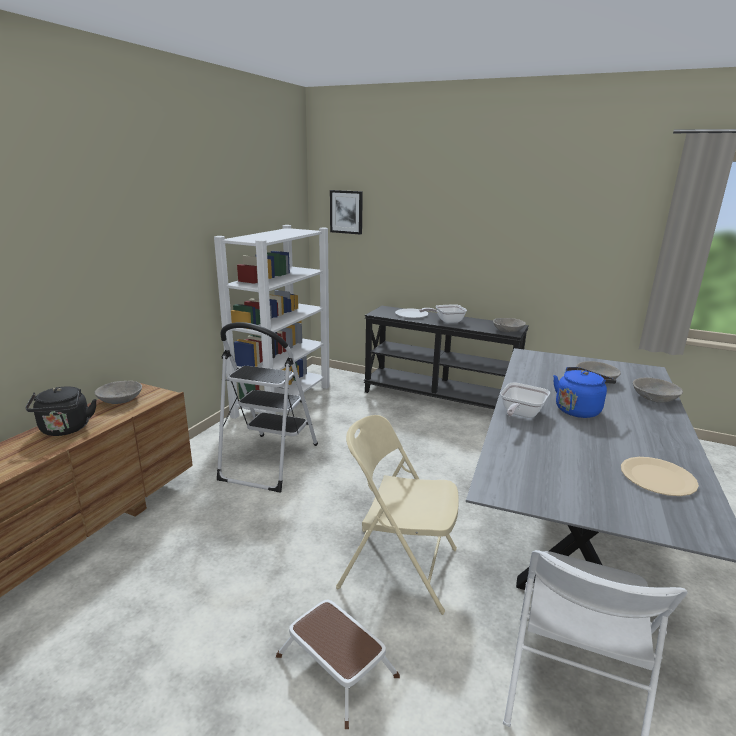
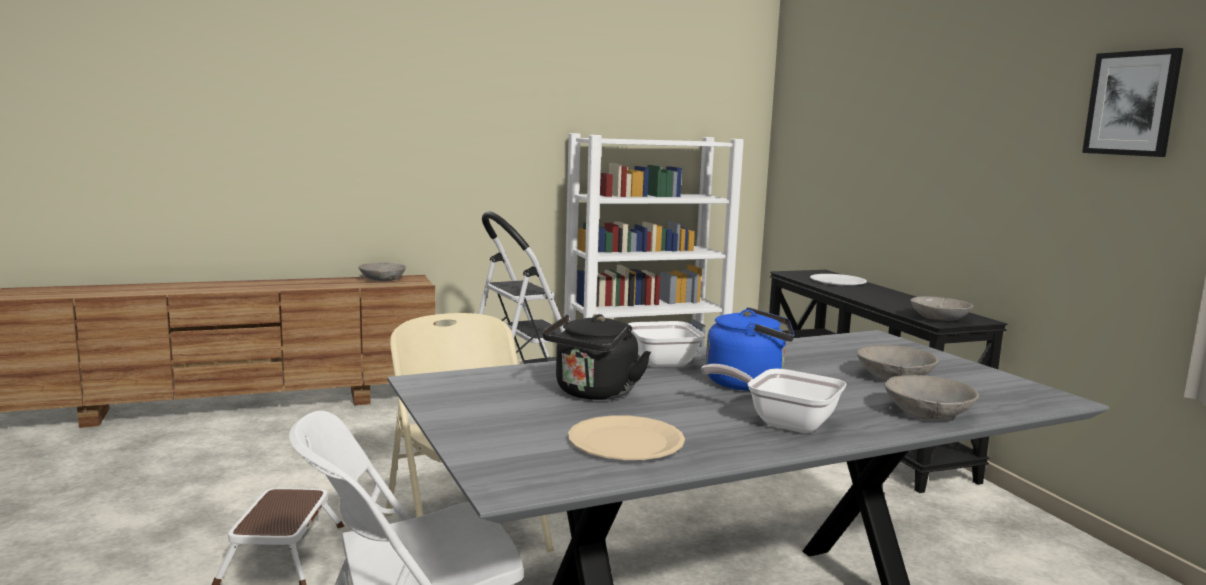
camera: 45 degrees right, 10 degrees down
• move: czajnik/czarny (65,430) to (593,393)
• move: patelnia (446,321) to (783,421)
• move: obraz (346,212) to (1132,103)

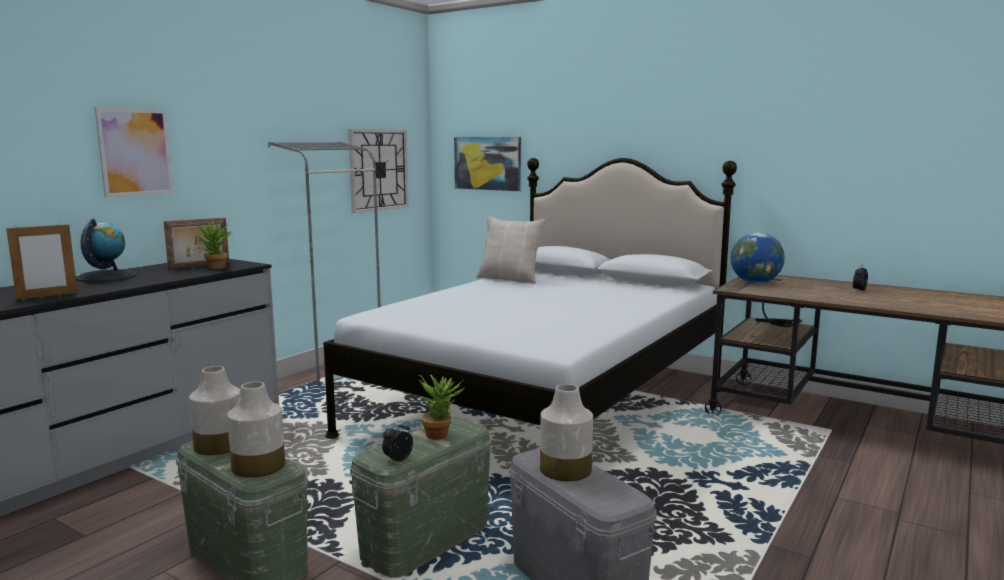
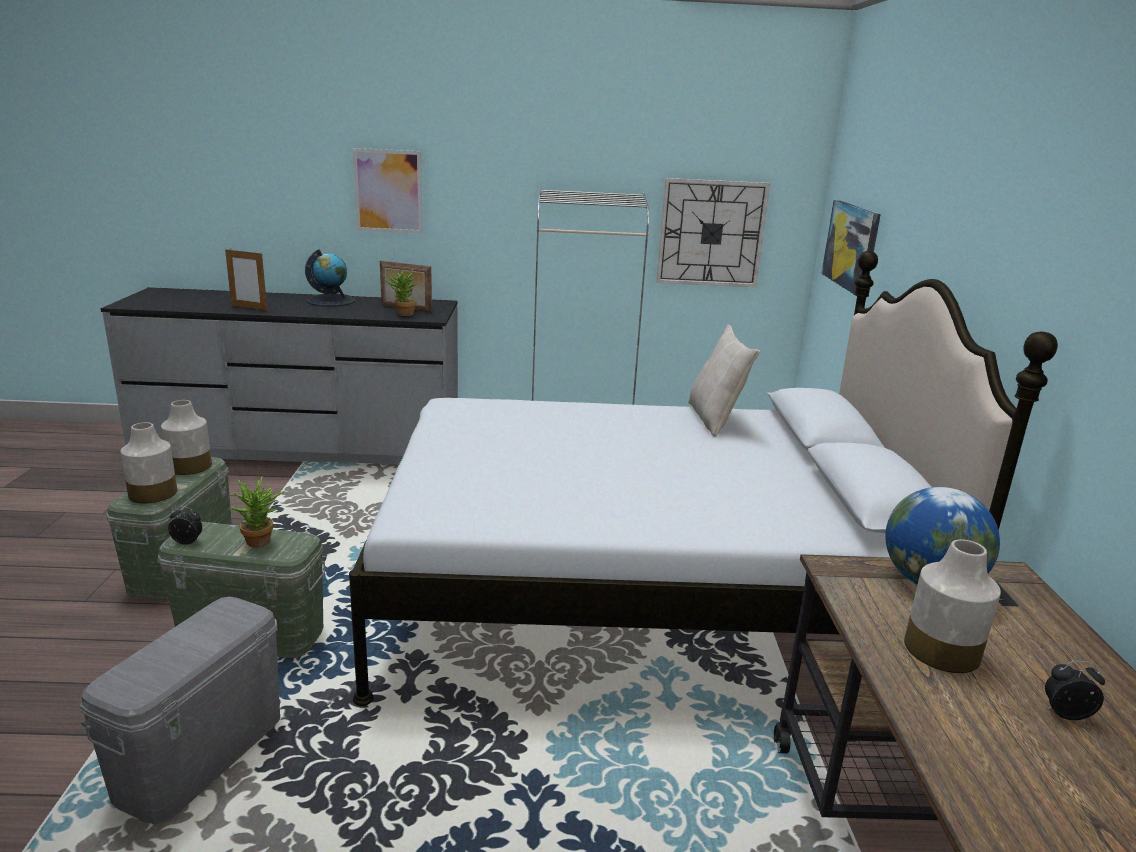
camera: 55 degrees right, 10 degrees up
• move: wazon/beżowy (566,469) to (942,650)

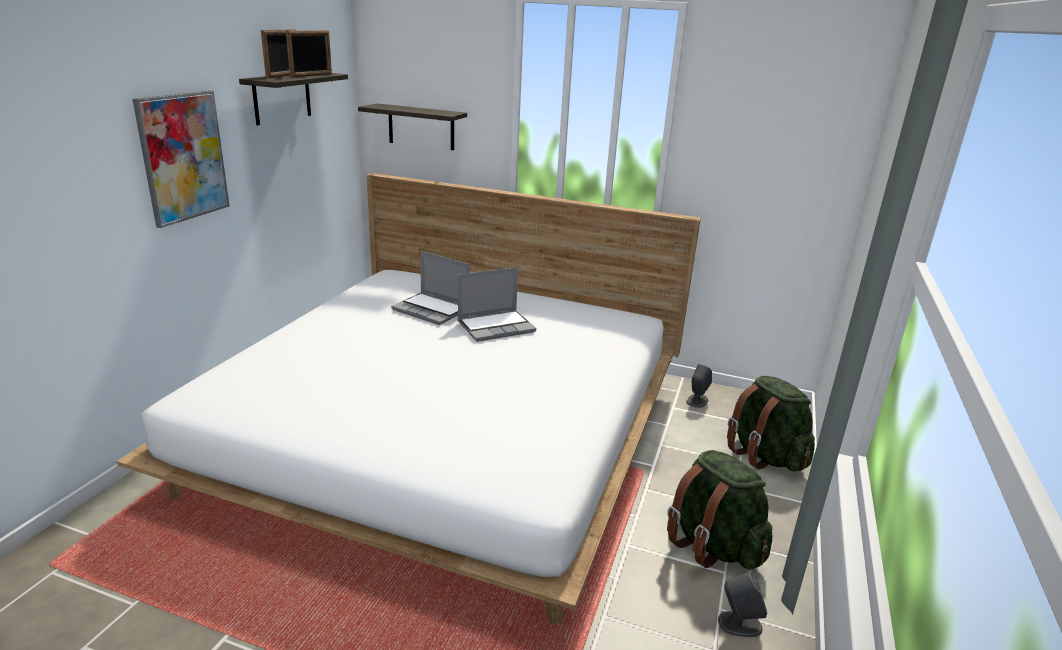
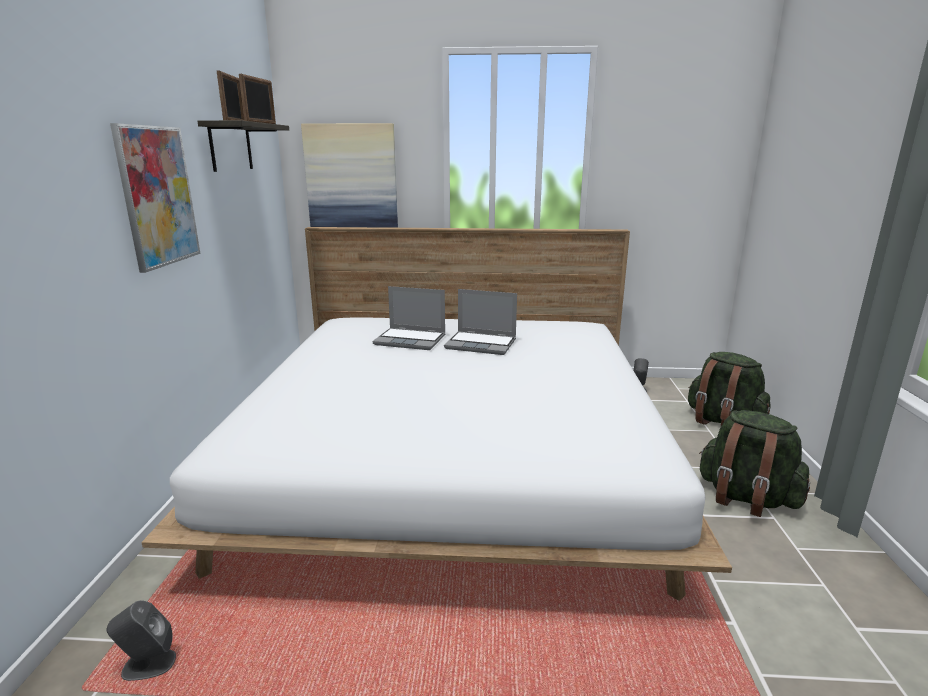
camera: 15 degrees left, 5 degrees down
• move: głośnik/szary (739,624) to (148,666)
• replace: półka (421,127) to obraz (351,180)
• rotate: laptop (496,326) = (482,344) 60 degrees clockwise

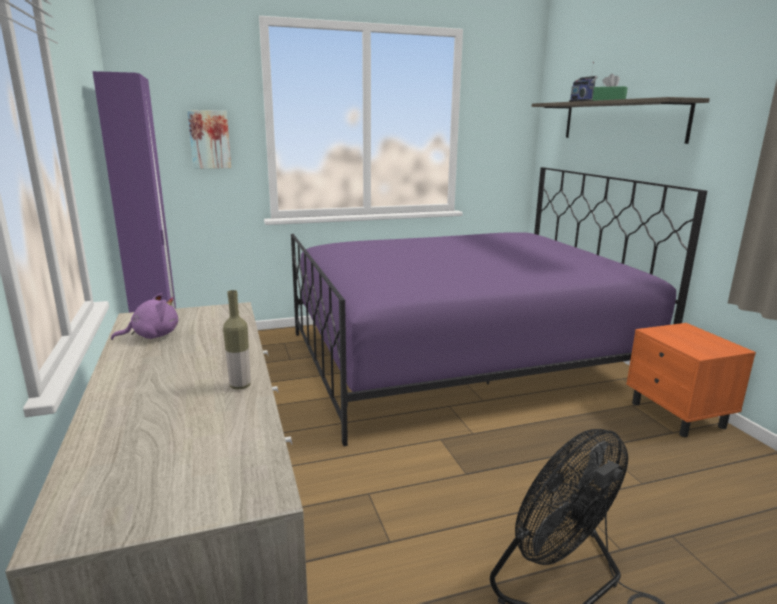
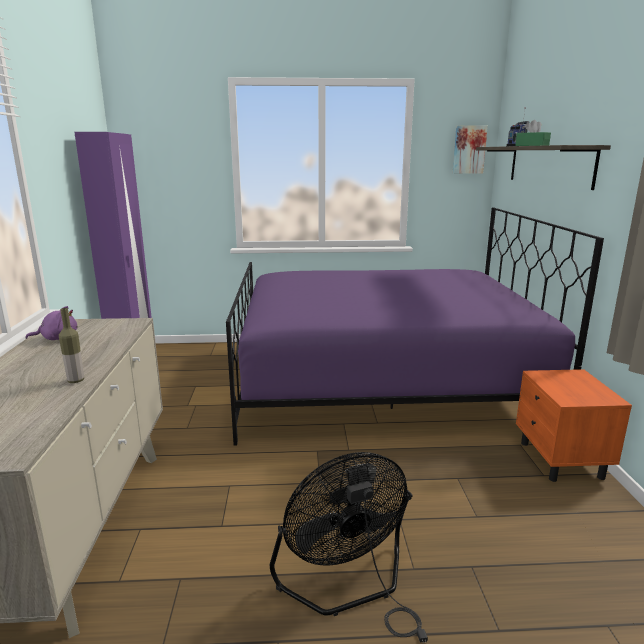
camera: 15 degrees right, 0 degrees up
• move: obraz (209,139) to (469,149)

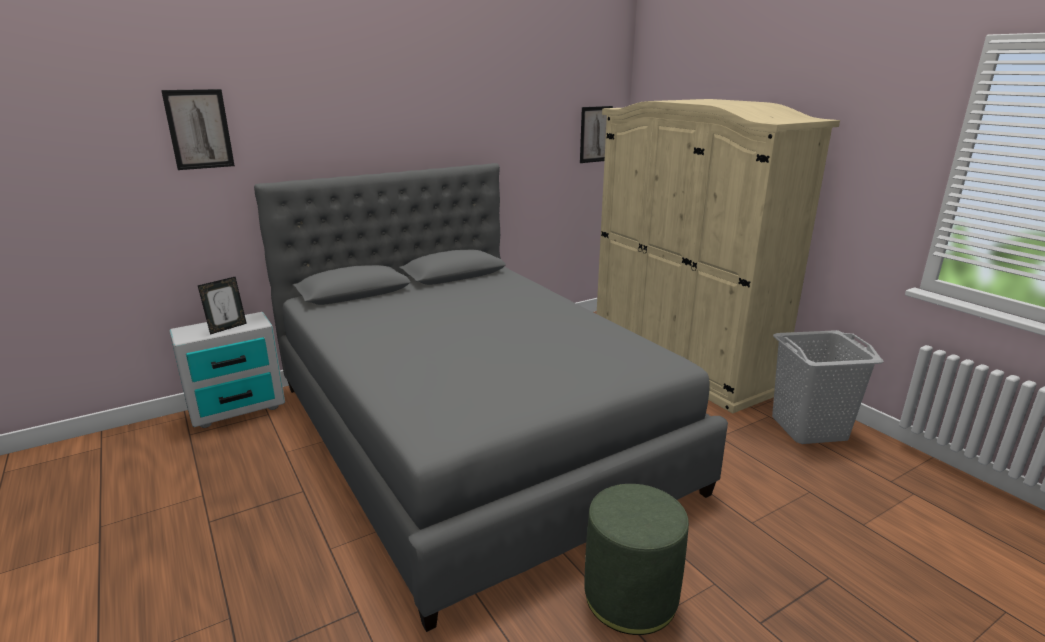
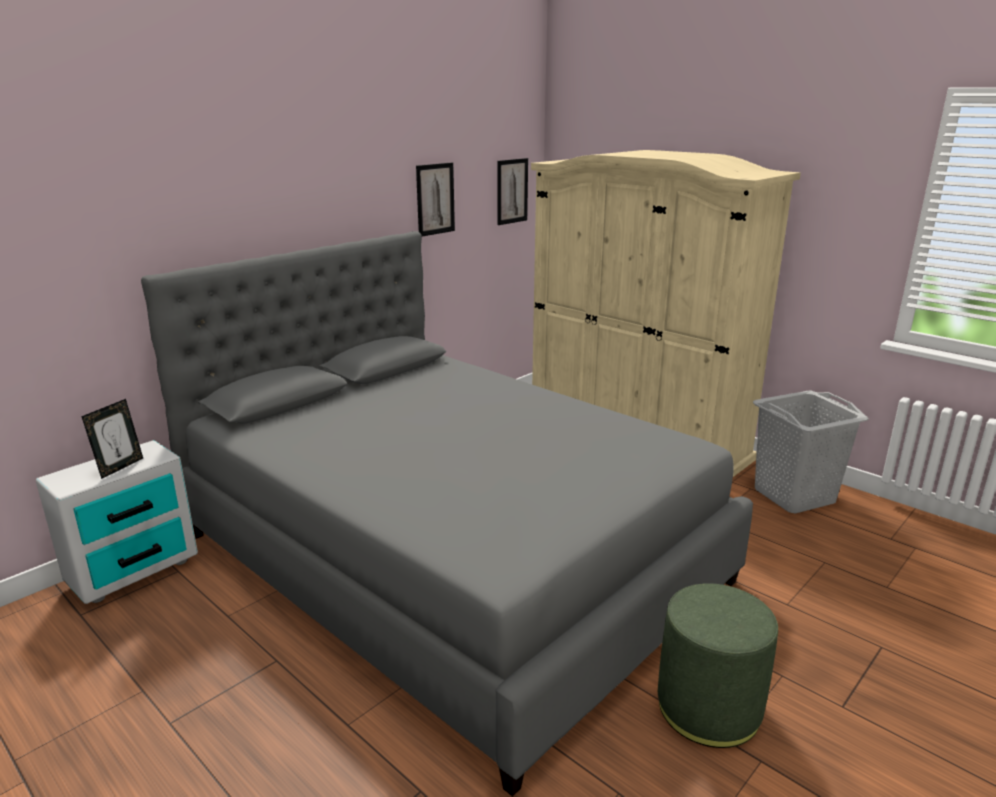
camera: 15 degrees left, 0 degrees up
• move: obraz (199,129) to (435,199)

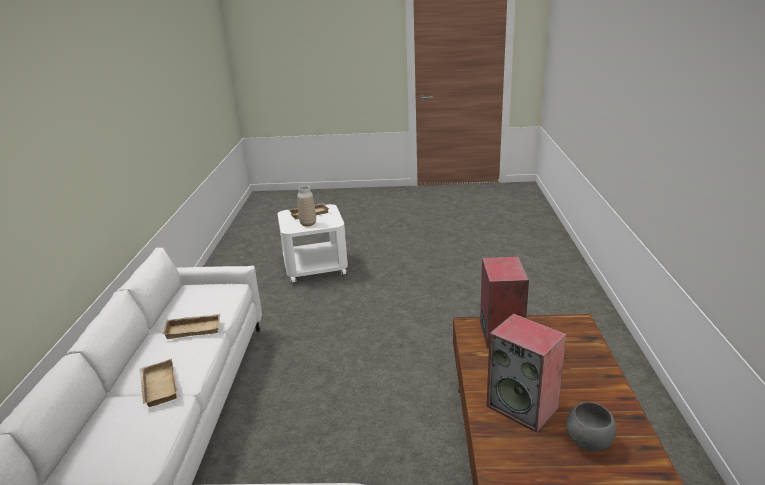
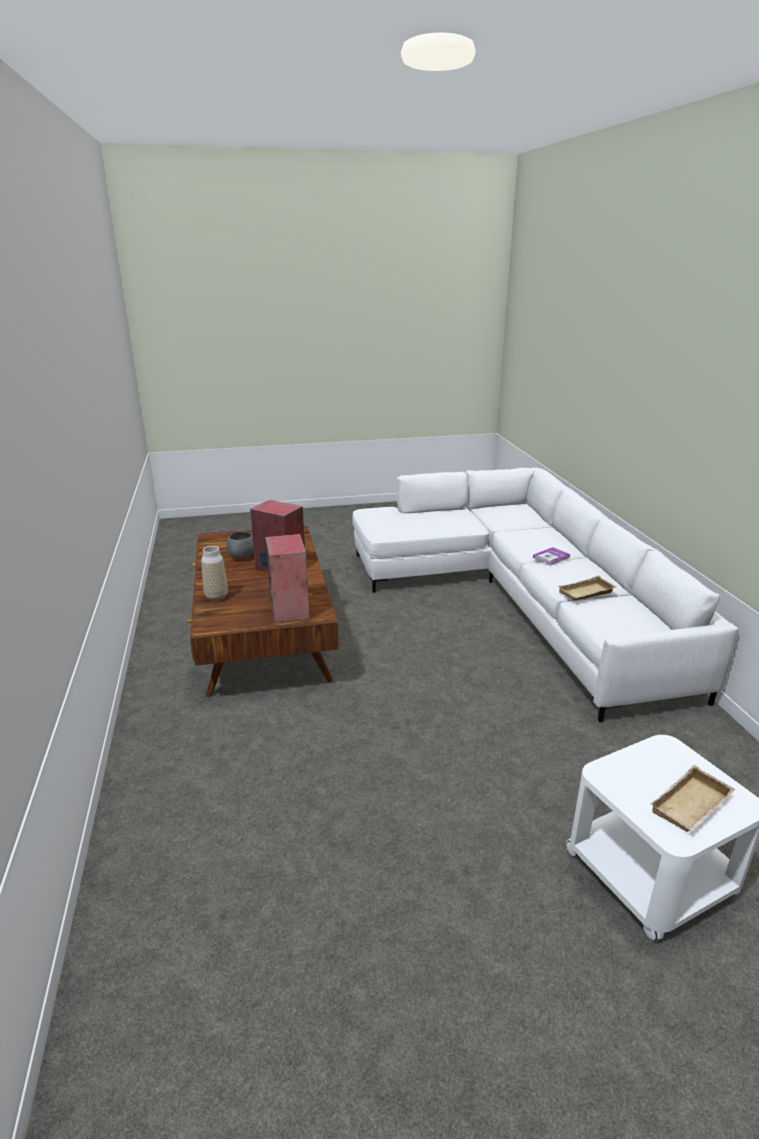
camera: 165 degrees right, 0 degrees up
• move: wazon (308,224) to (216,597)
• replace: taca/beżowy (158,386) to książka (551,557)

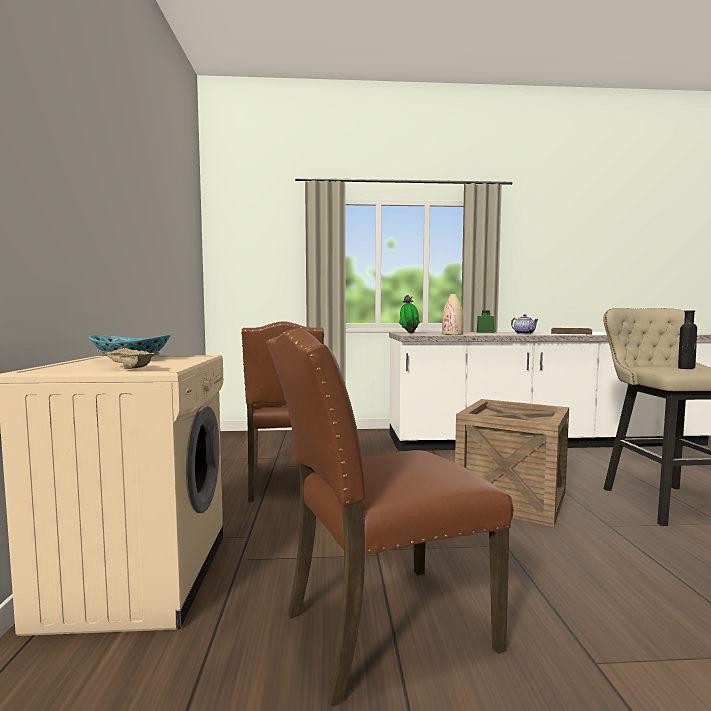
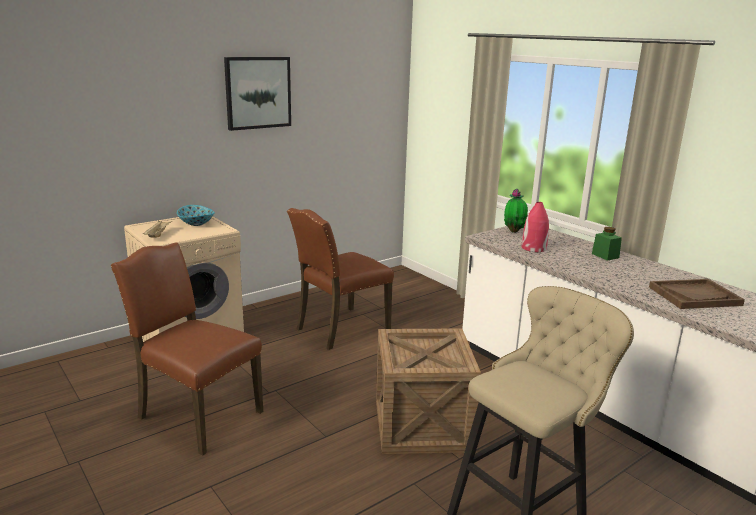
camera: 55 degrees right, 15 degrees up
• insert: obraz (258,92)
• recolor: wazon/beżowy (452,334) to wazon/czerwony (533,248)
• delete: imbryk (524,333)
• delete: butelka/czarny (686,368)

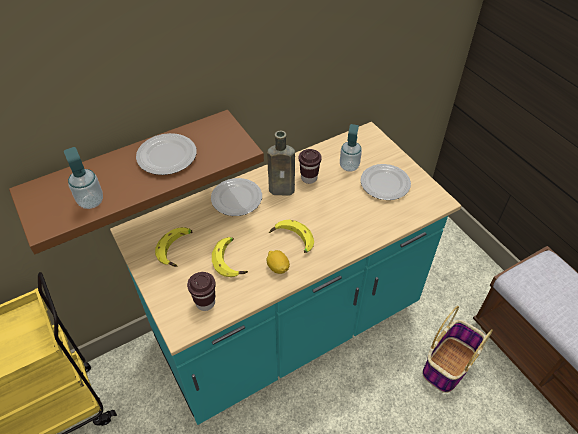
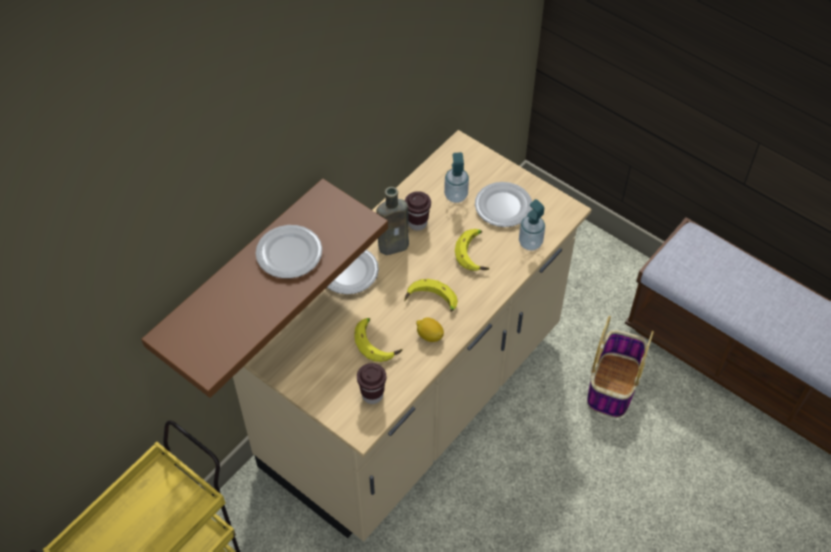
camera: 20 degrees left, 5 degrees up
• recolor: zabudowa kuchenna/turkusowy (289,326) to zabudowa kuchenna/beżowy (415,400)
• move: banan (177,249) to (475,253)
• move: dozownik mydła (91,201) to (530,243)

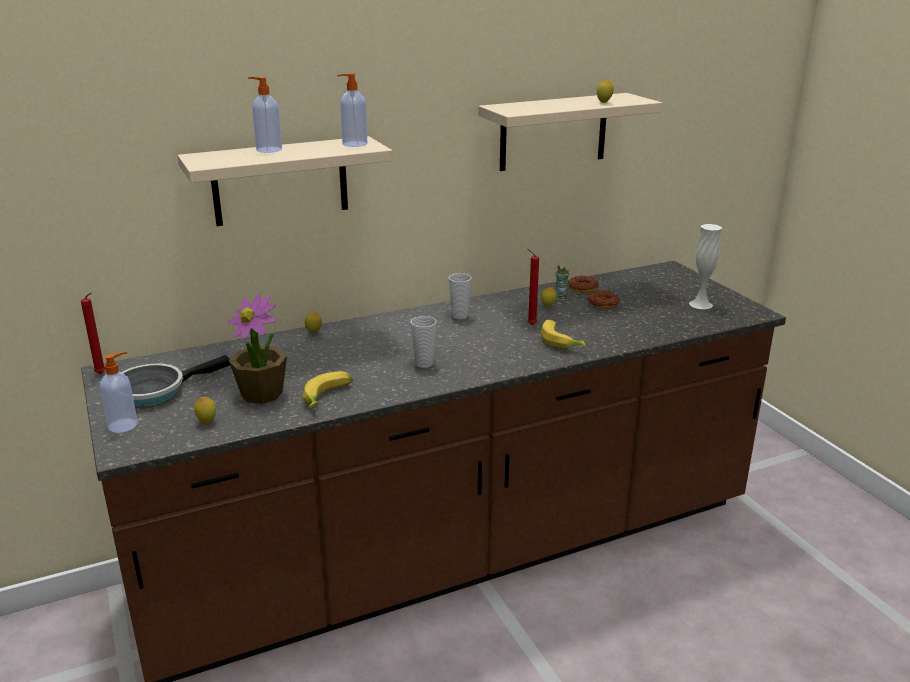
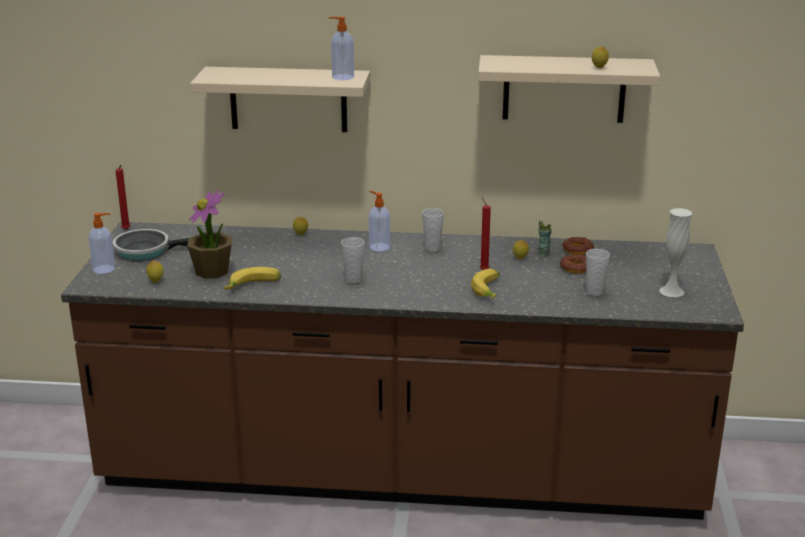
camera: 30 degrees right, 0 degrees up
• move: dozownik mydła (268,150) to (378,247)
• insert: filiżanka (594,292)

